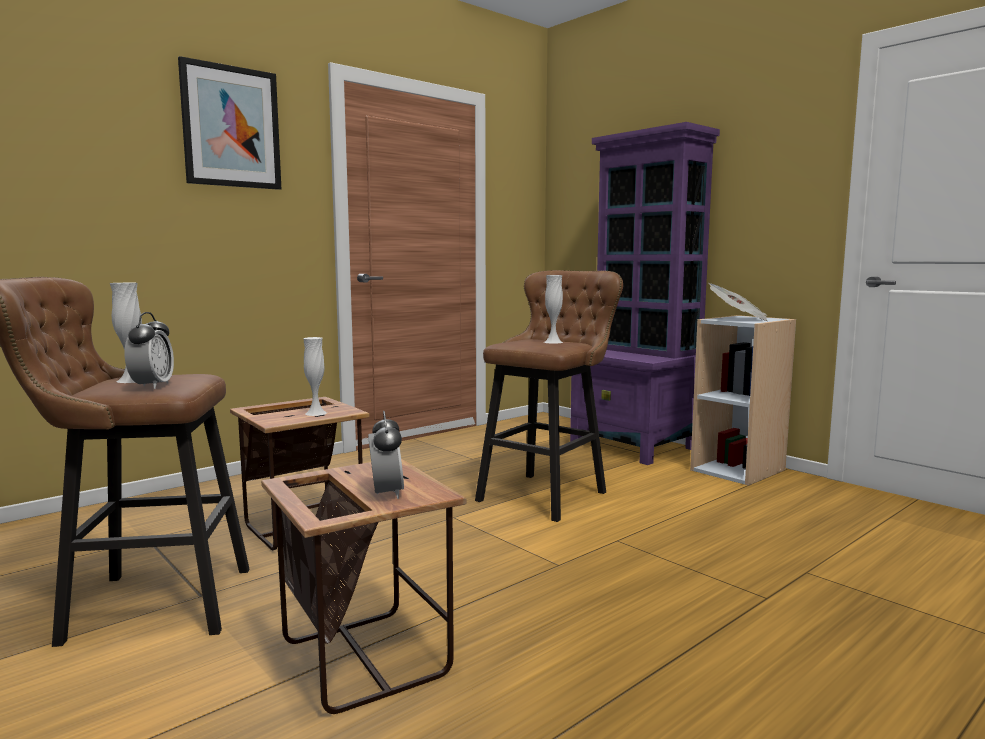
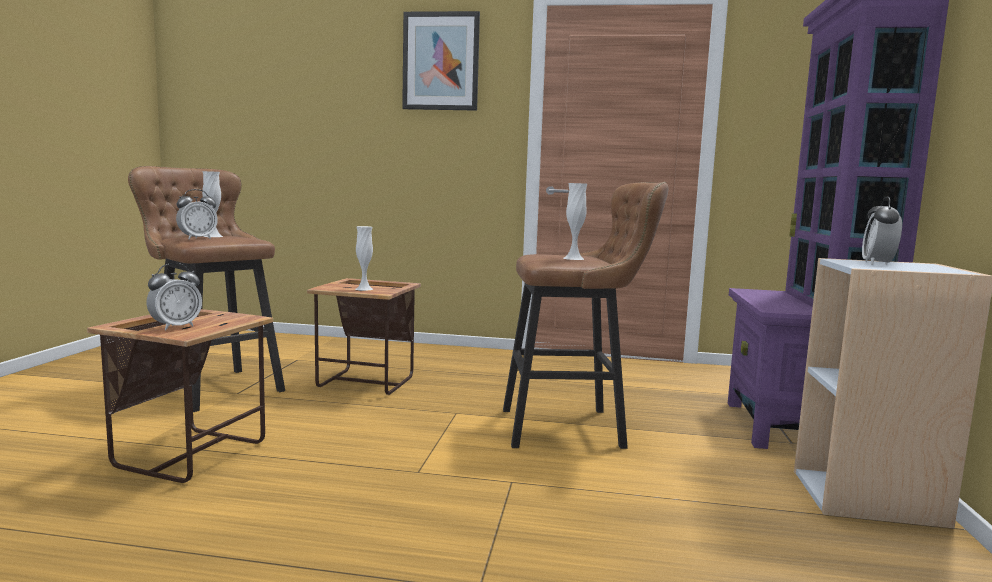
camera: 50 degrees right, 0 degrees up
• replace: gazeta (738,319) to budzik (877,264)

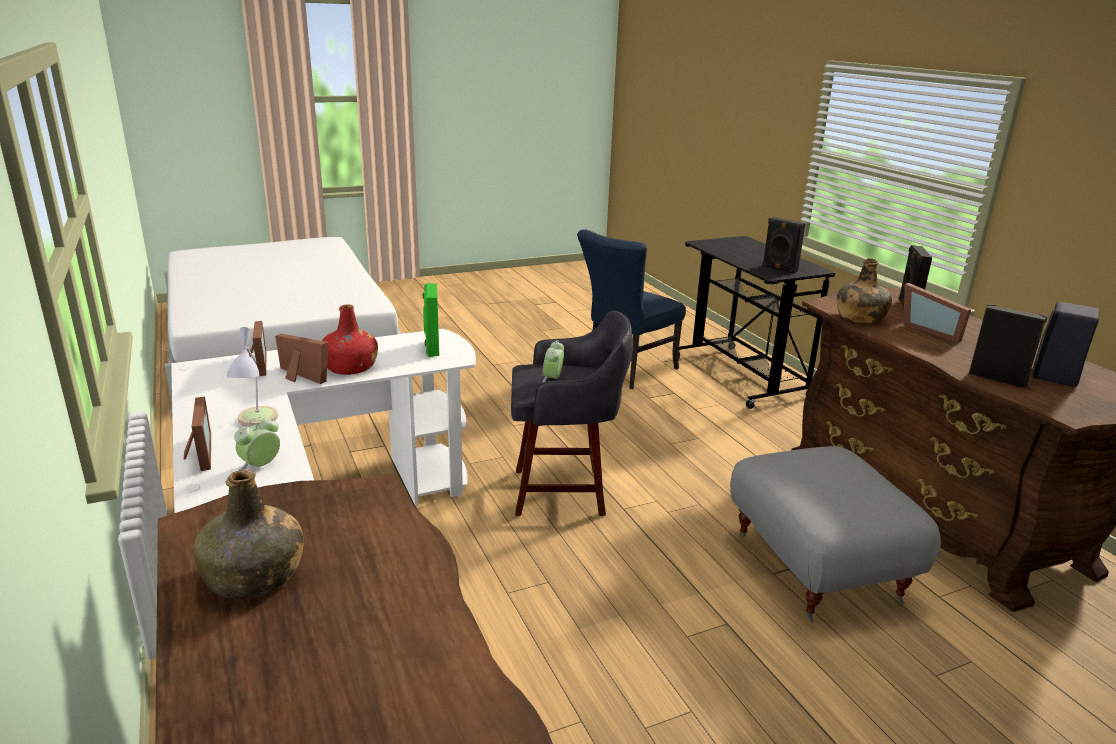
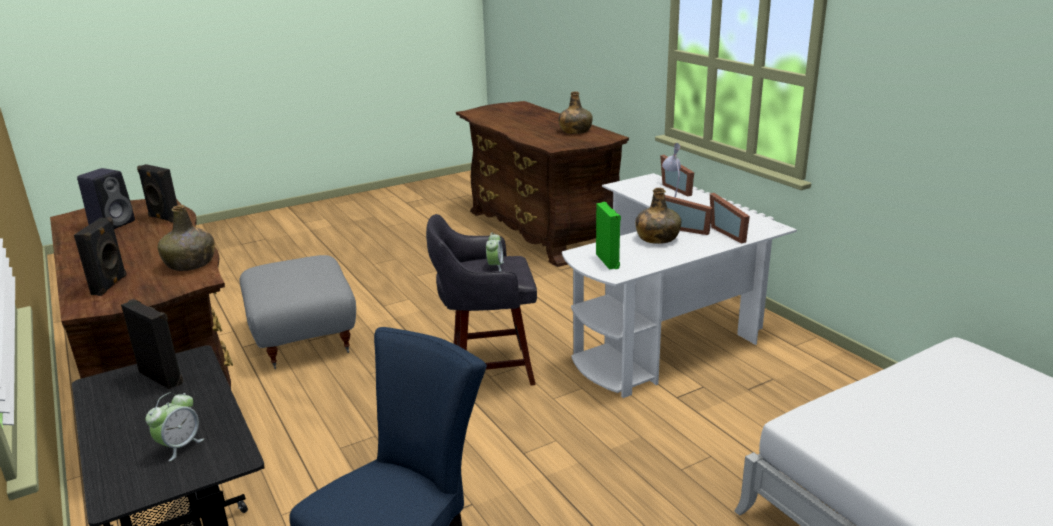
camera: 175 degrees right, 0 degrees up
• move: budzik (261,466) to (180,446)
• recolor: butelka/czerwony (350,367) to butelka/zielony (657,238)
• delete: ramka na zdjęcie (932,330)

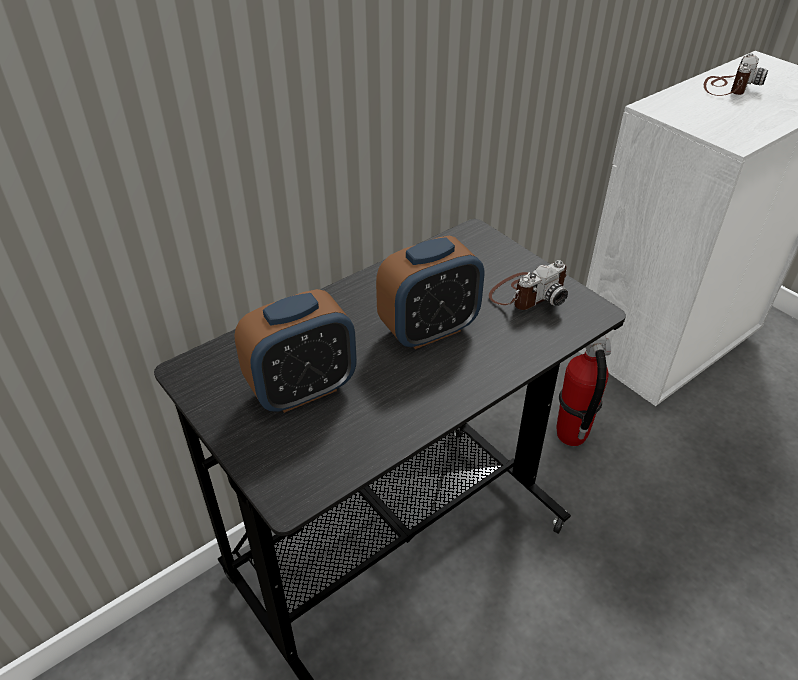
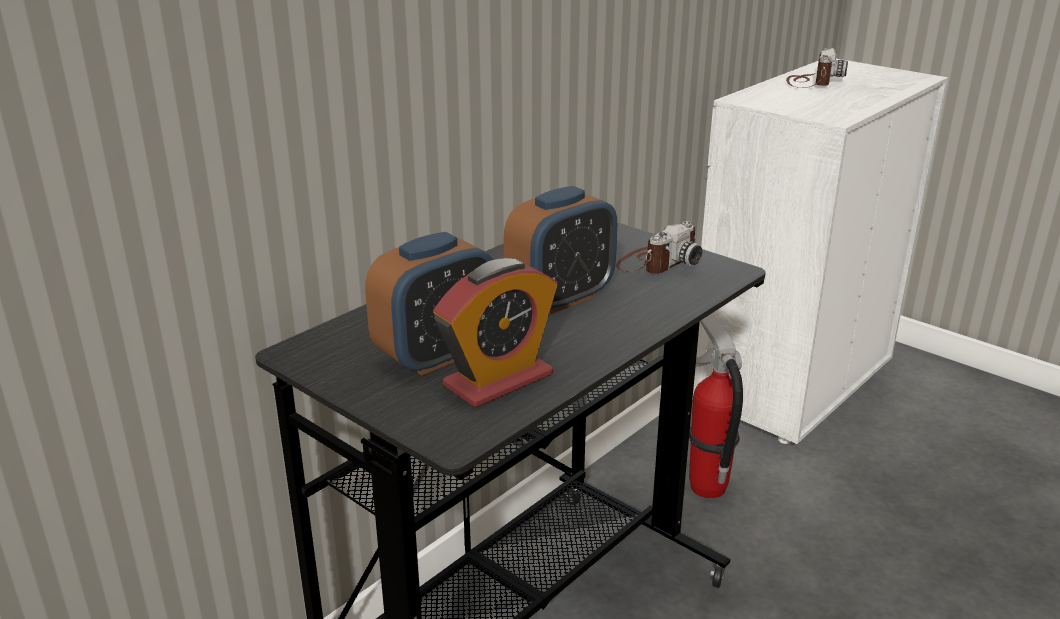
camera: 10 degrees left, 15 degrees down
• insert: budzik (498,380)

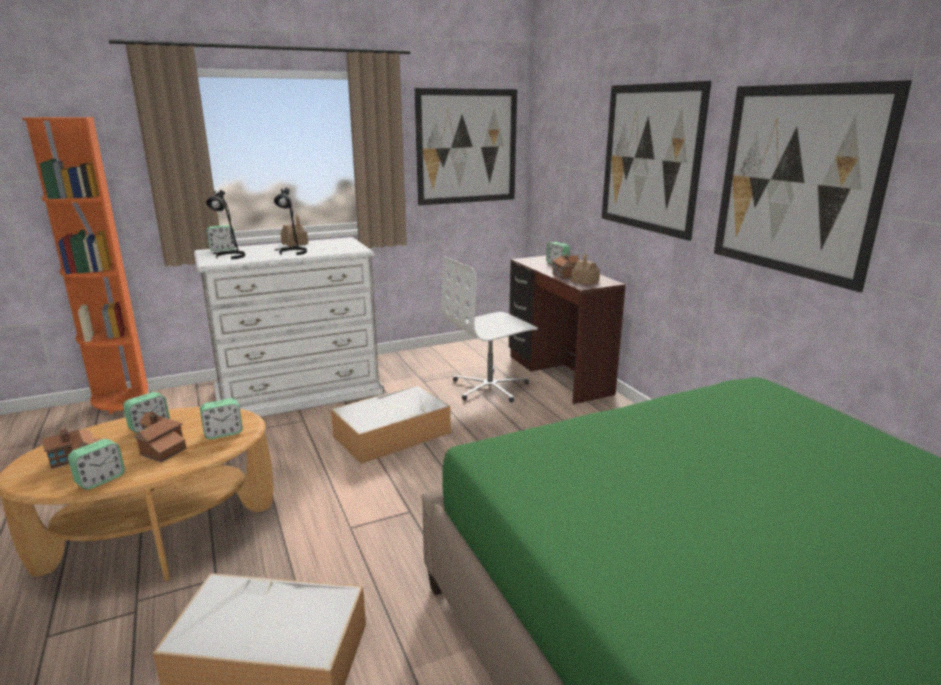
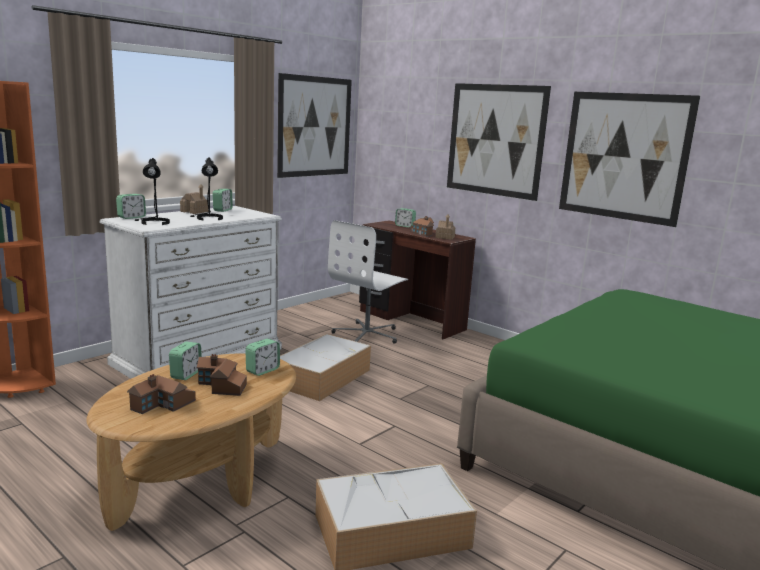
camera: 25 degrees left, 5 degrees down
• move: budzik (100,480) to (222,210)

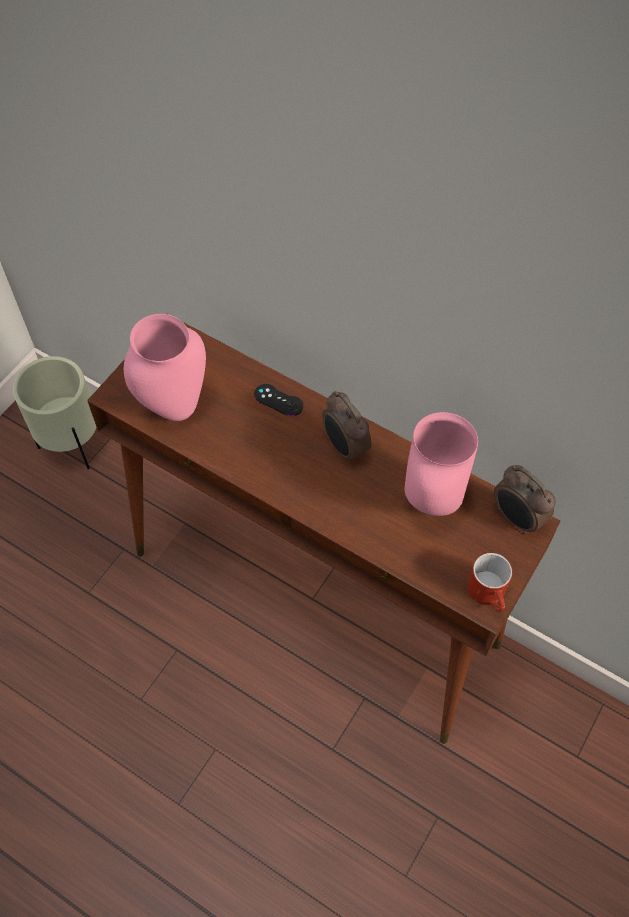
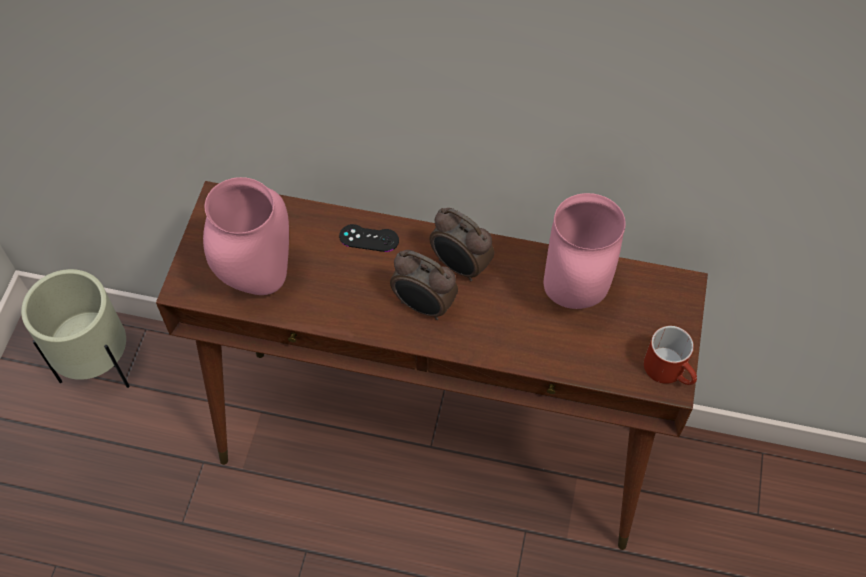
camera: 20 degrees left, 0 degrees up
• move: budzik (516,518) to (423,306)

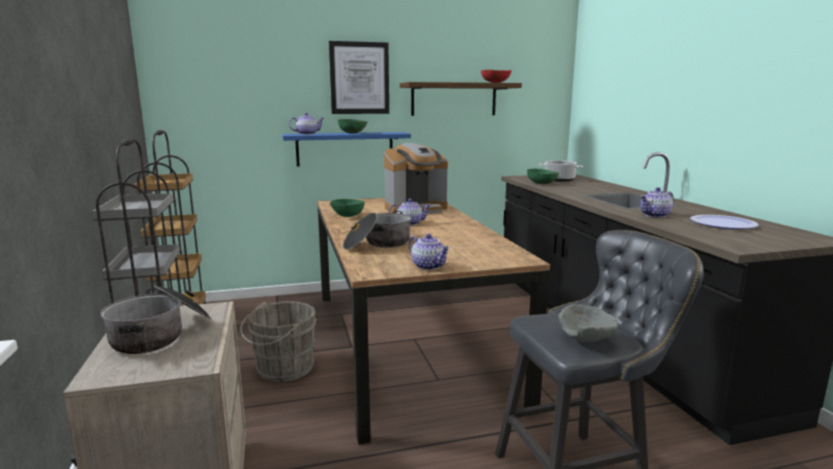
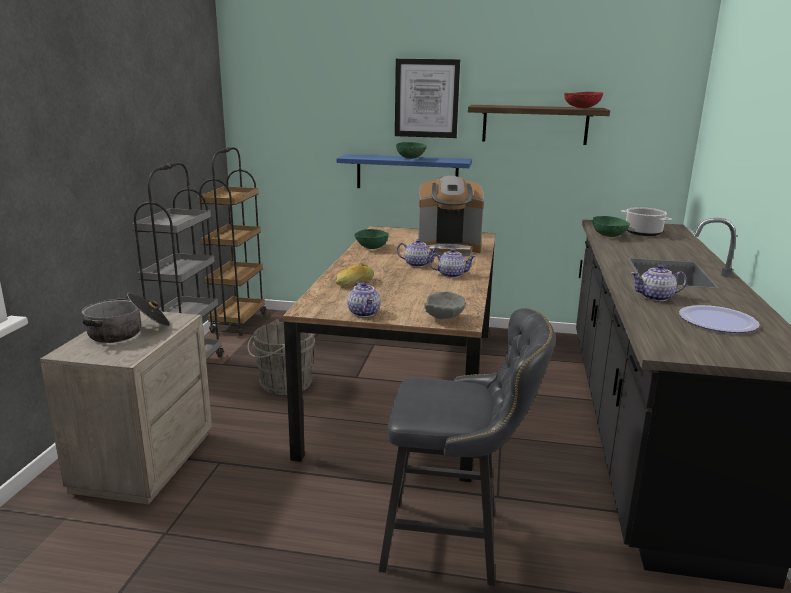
camera: 25 degrees right, 5 degrees up
• replace: garnek (378,244) to chleb (354,282)
• move: miska/szary (588,340) to (444,319)
• move: imbryk (307,134) to (451,275)

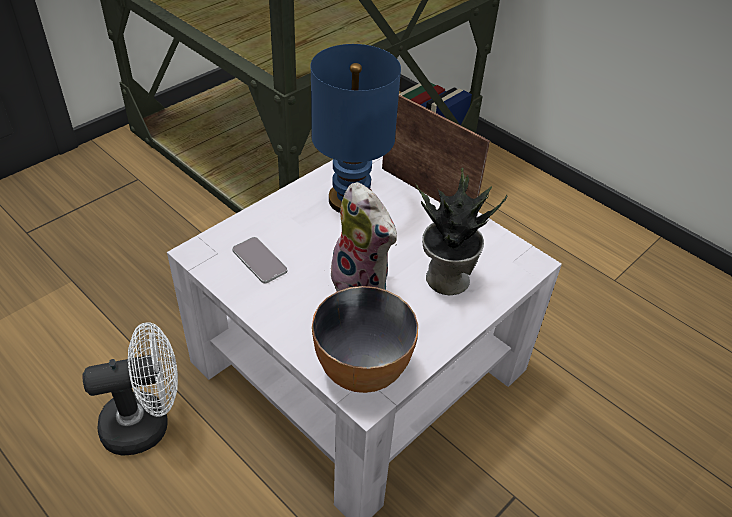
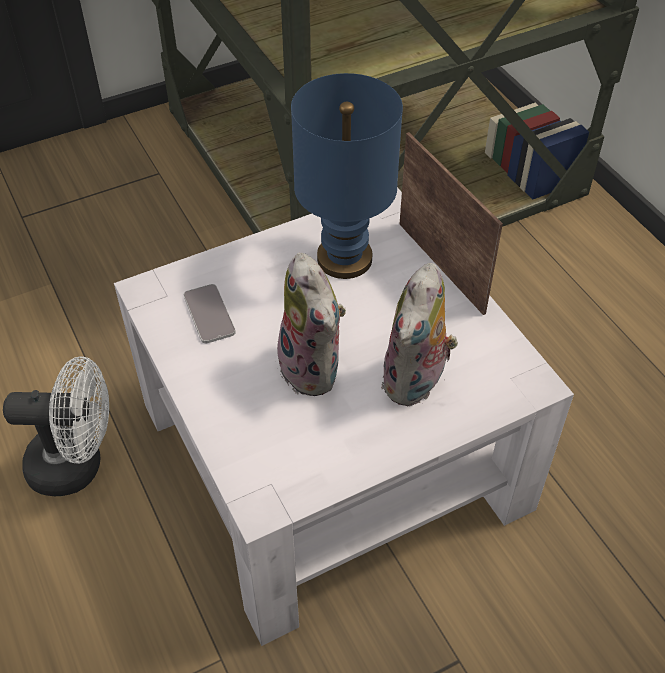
camera: 20 degrees right, 5 degrees up
• replace: roślina doniczkowa (445,278) to pluszak (416,382)
• delete: miska (361,369)

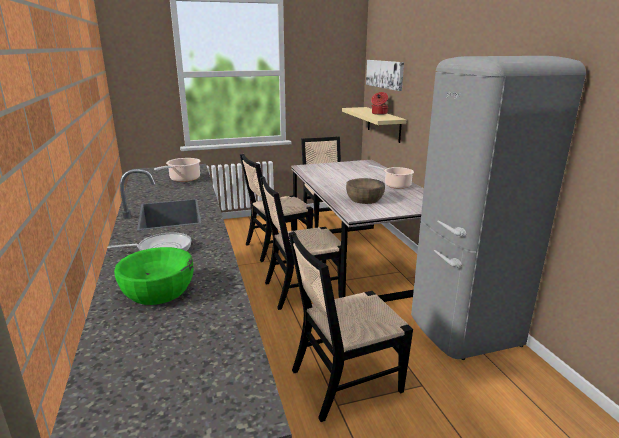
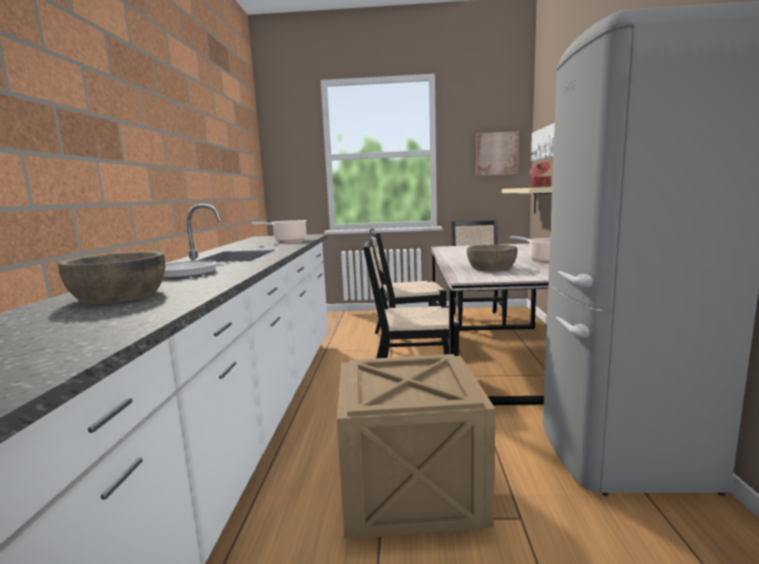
camera: 20 degrees right, 10 degrees down
• recolor: miska/zielony (158,290) to miska/brązowy (120,295)
• replace: krzesło (346,382) to skrzynka (408,491)
• insert: obraz (496,154)

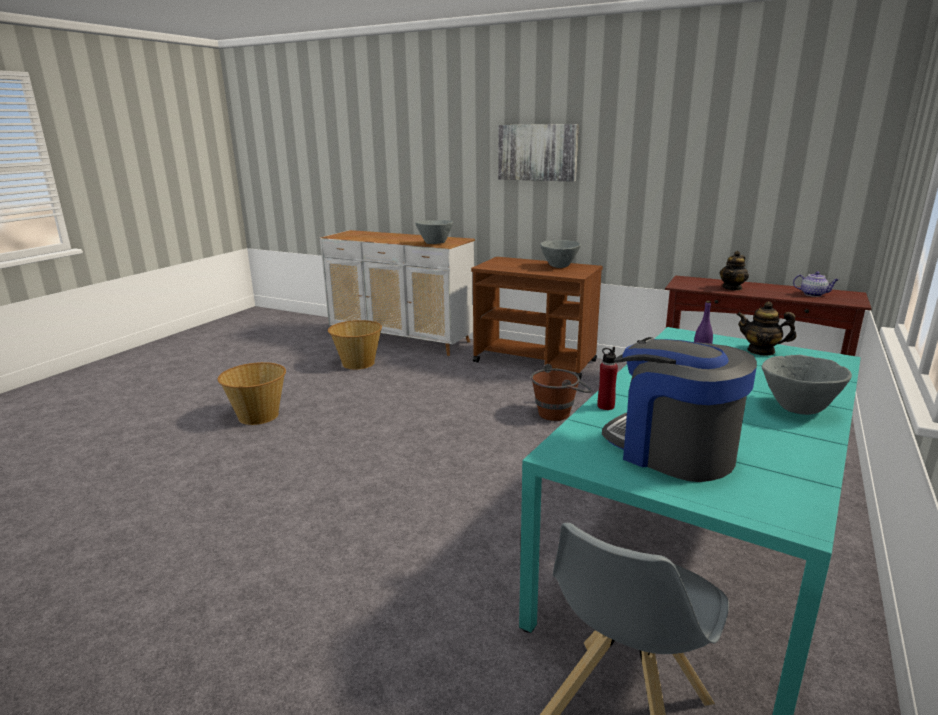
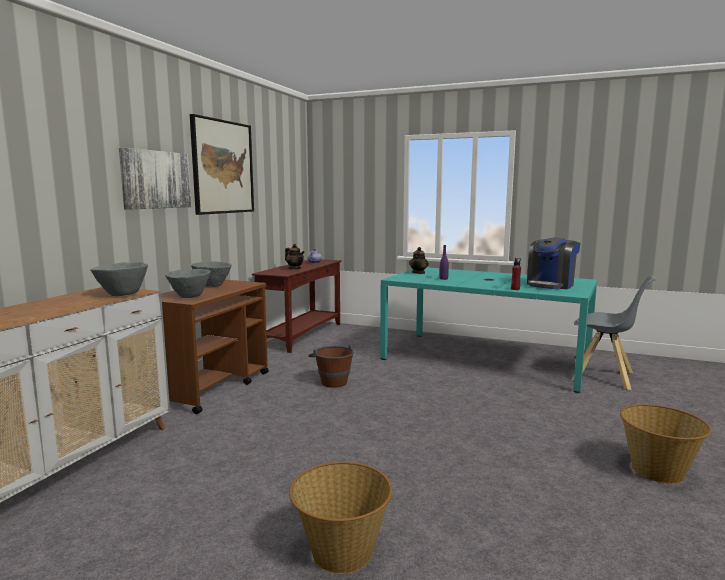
camera: 95 degrees left, 10 degrees down
• move: miska/szary (797,408) to (189,296)
• insert: obraz (223,167)
• move: koszyk (357,363) to (657,471)

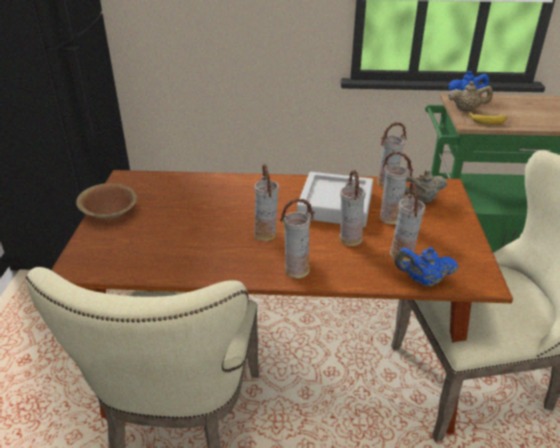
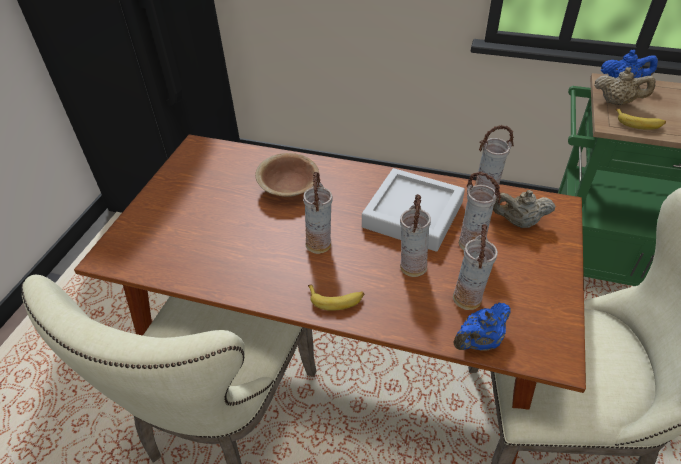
camera: 15 degrees right, 10 degrees up
• move: miska/brązowy (110,213) to (289,188)
• replace: wazon (296,270) to banan (336,299)
• rotate: imbryk/niebieski (422,281) = (479,341) 60 degrees counterclockwise

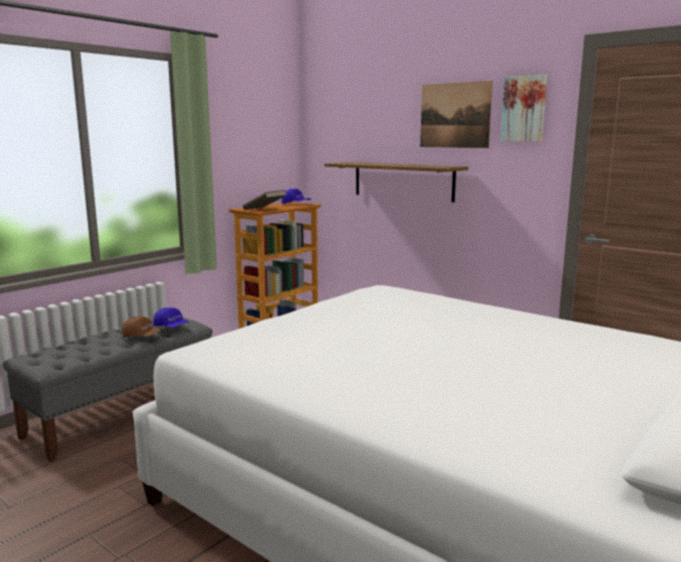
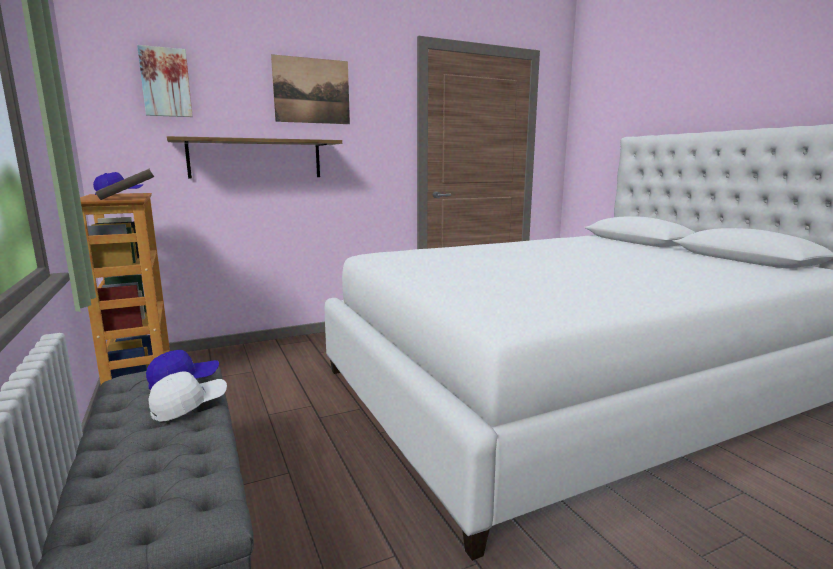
camera: 65 degrees left, 0 degrees up
• move: obraz (524,109) to (165,82)
• recolor: czapka z daszkiem/brązowy (142,337) to czapka z daszkiem/biały (189,406)

